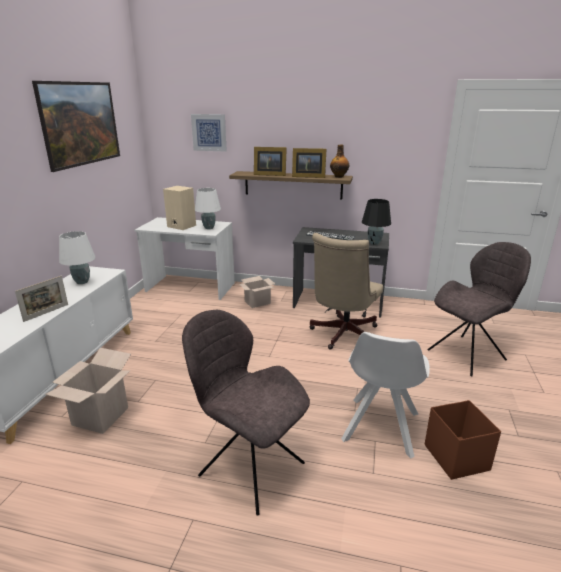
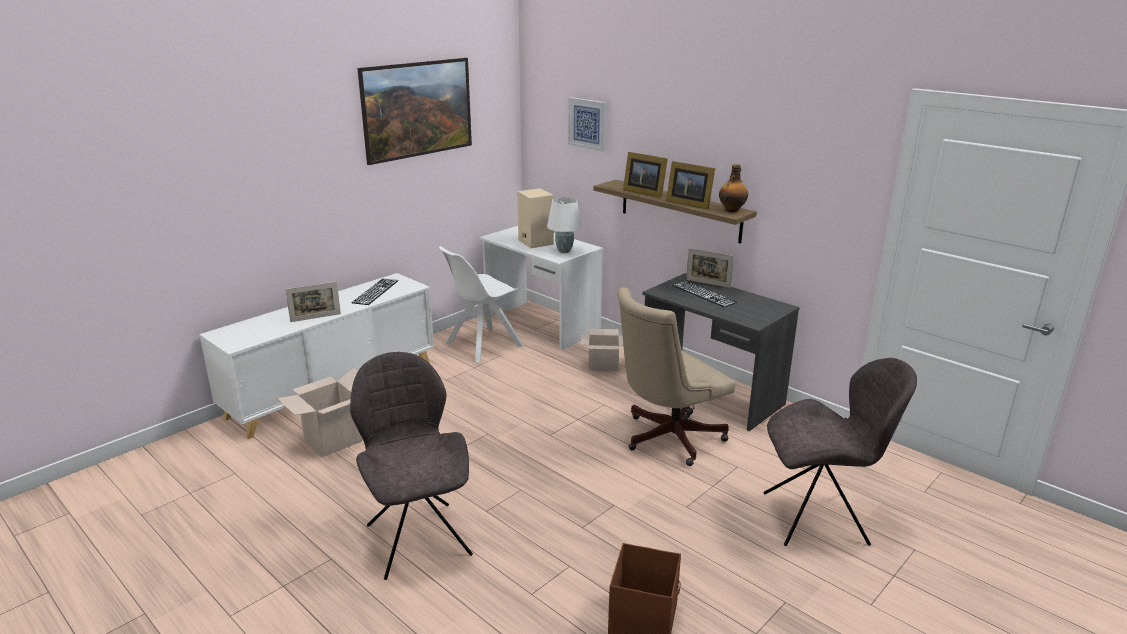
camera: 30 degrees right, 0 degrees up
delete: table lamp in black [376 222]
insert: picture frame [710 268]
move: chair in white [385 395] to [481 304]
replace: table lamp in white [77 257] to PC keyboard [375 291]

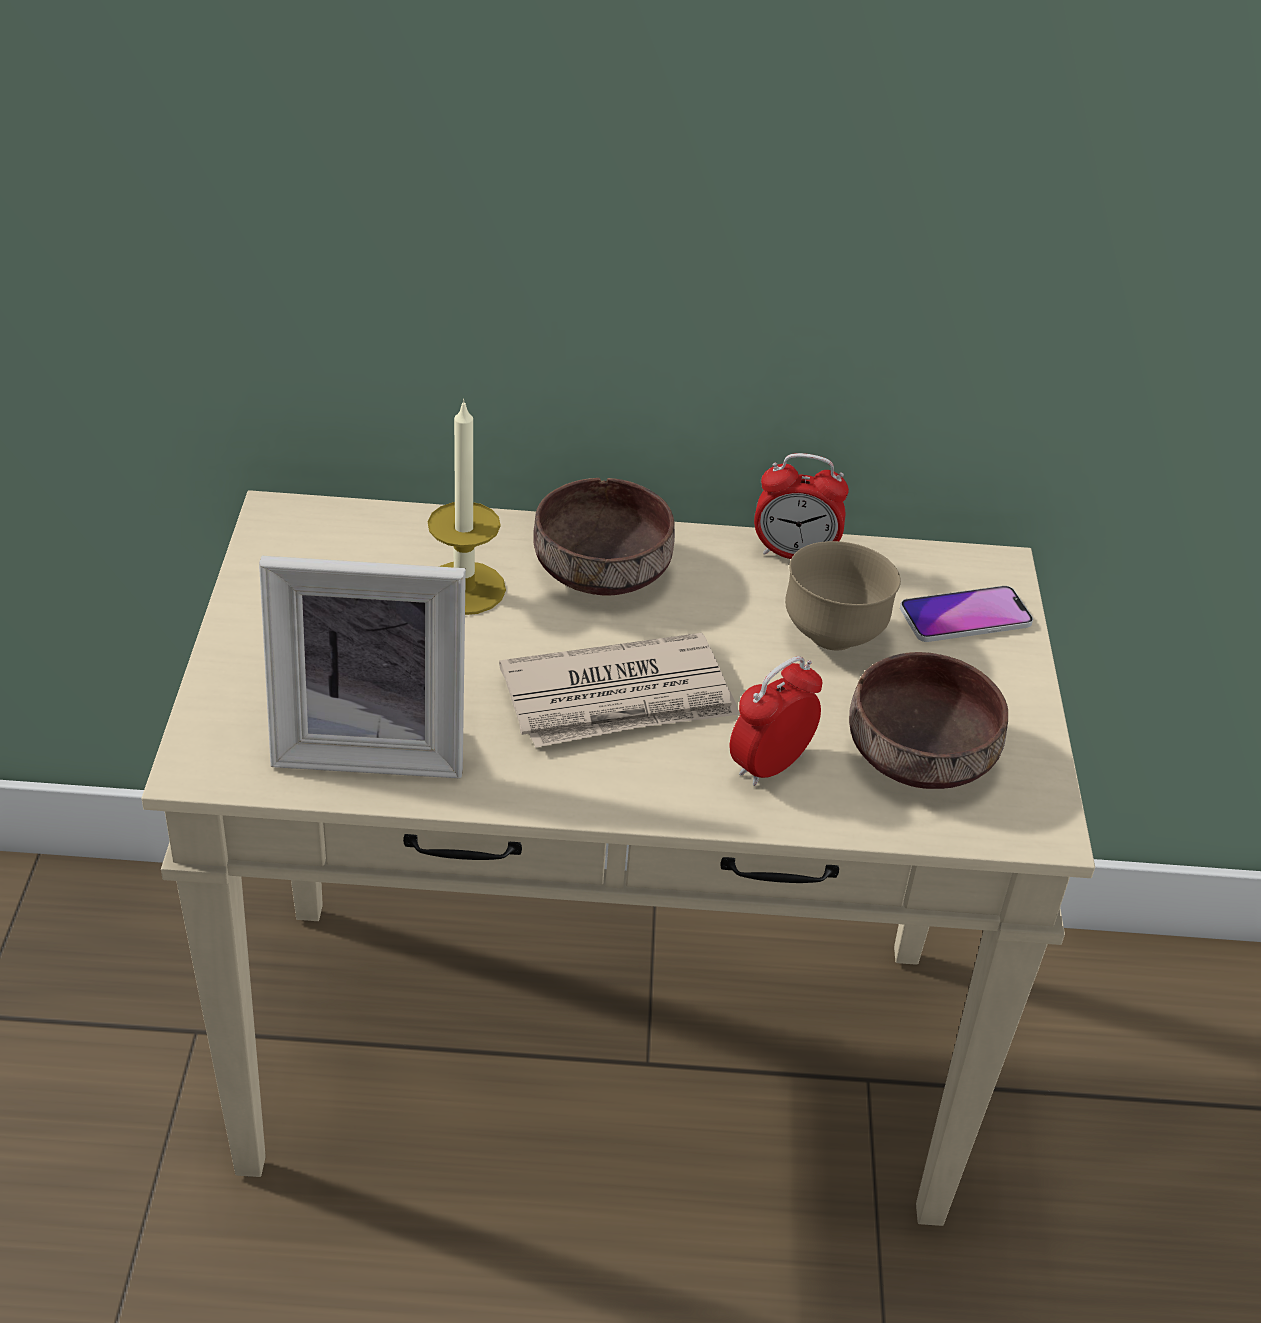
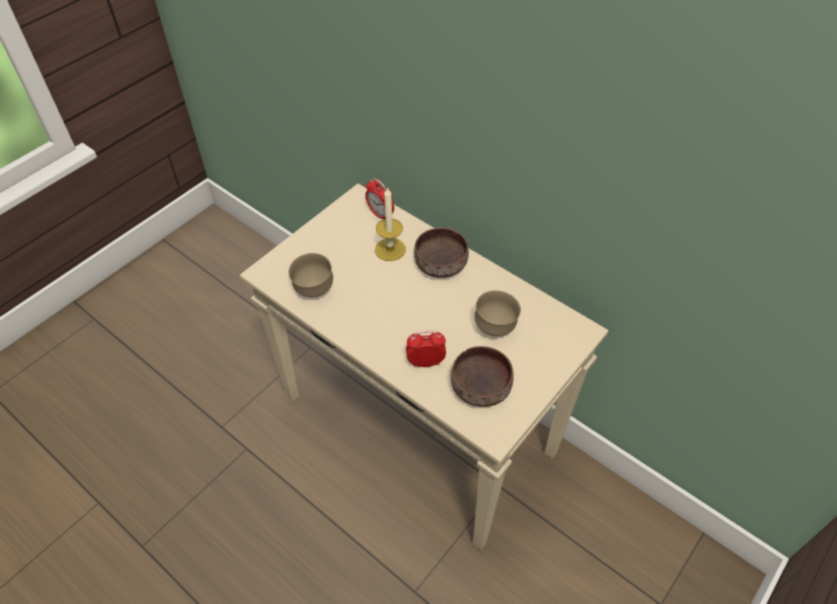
camera: 40 degrees right, 10 degrees up
delete: handset [966 614]; newspaper [619 690]
move: alarm clock [801 506] to [379 198]
replace: picture frame [362 667] to serving bowl in brown-coloured [310 275]

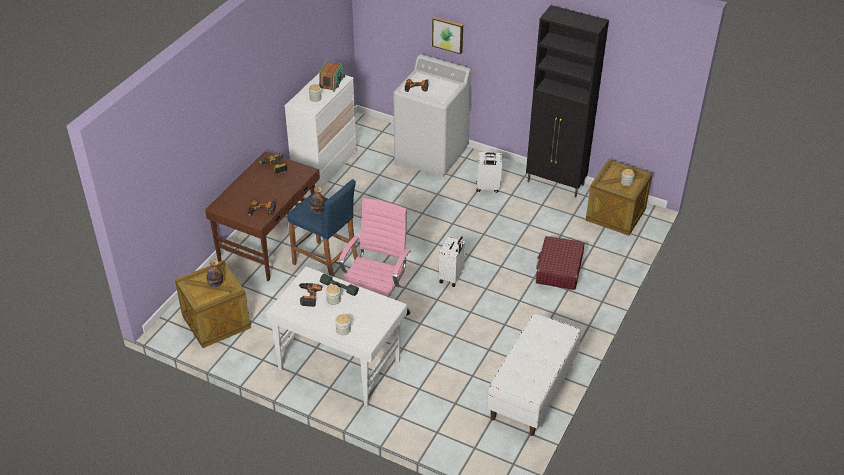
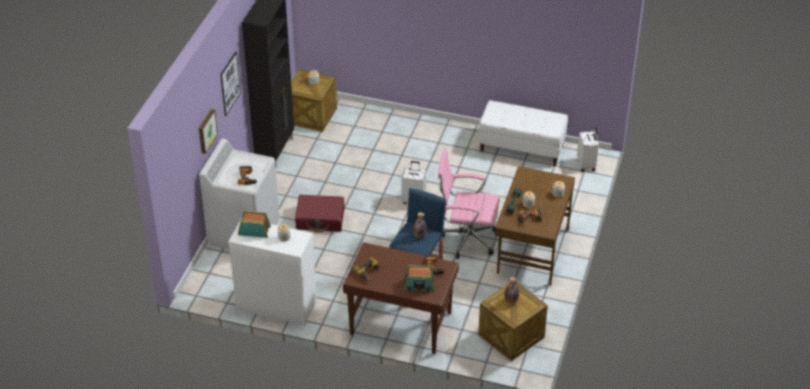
camera: 100 degrees left, 0 degrees up
insert: wall picture [231 84]; radio set [419 278]
move: travel case in white [489 172] to [588 149]; travel case in red-coloured [560 263] to [320 213]
recolor: desk in white [336 337] to desk in brown-coloured [535 225]

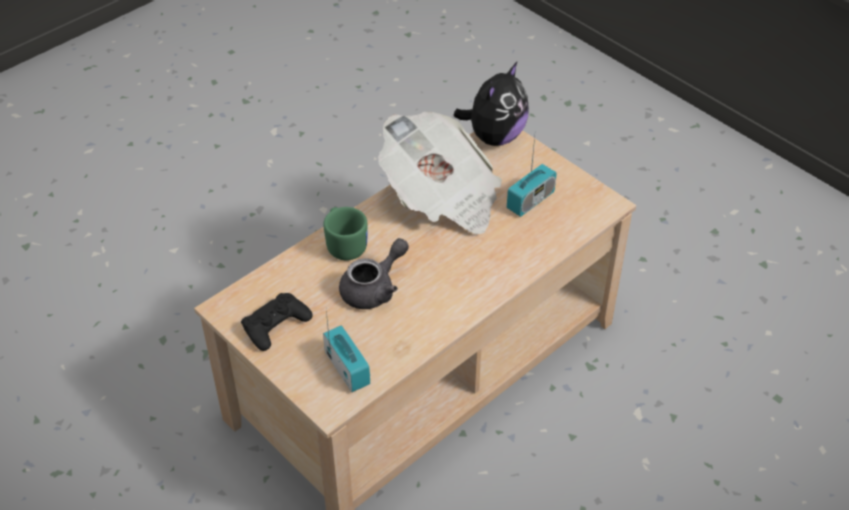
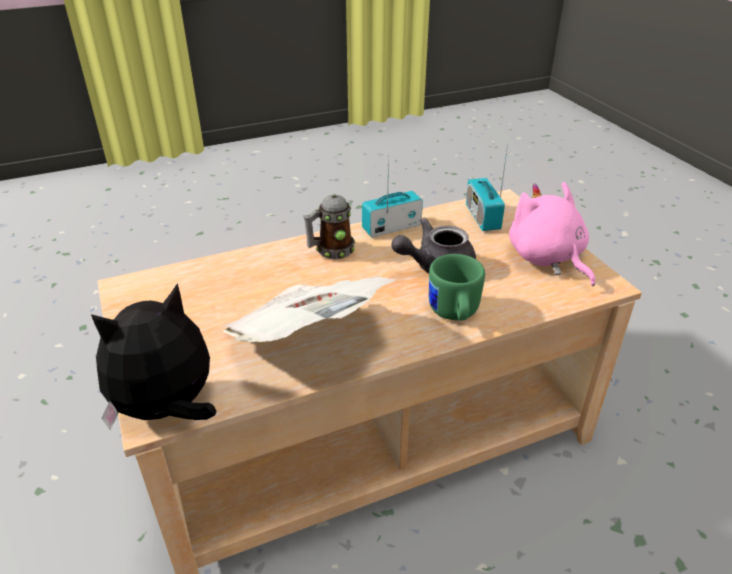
camera: 160 degrees left, 10 degrees down
insert: coffee mug [329 226]
move: radio set [532 177] to [392 196]
replace: joypad in black [277 322] to soft toy in pinkish [552 234]

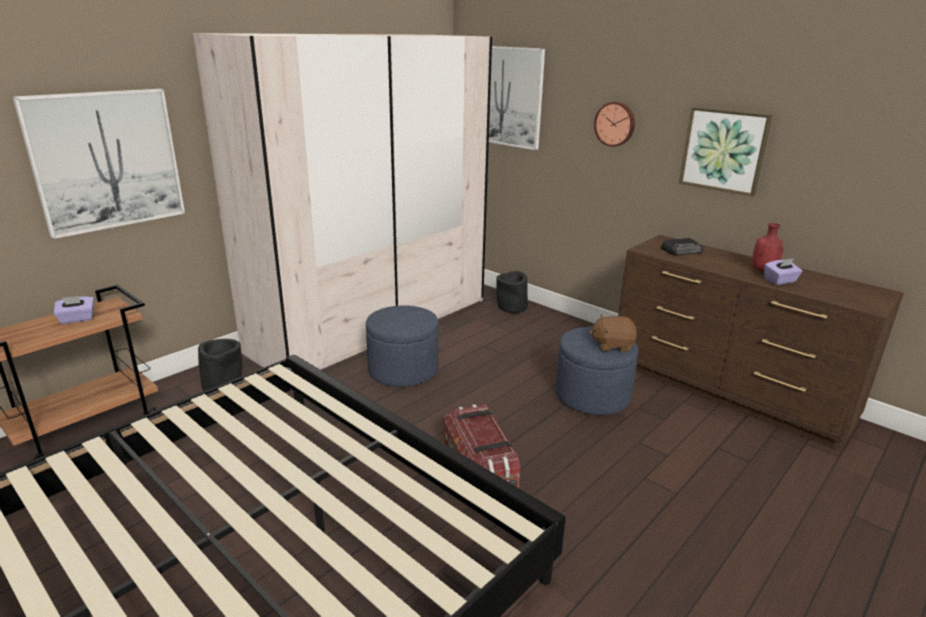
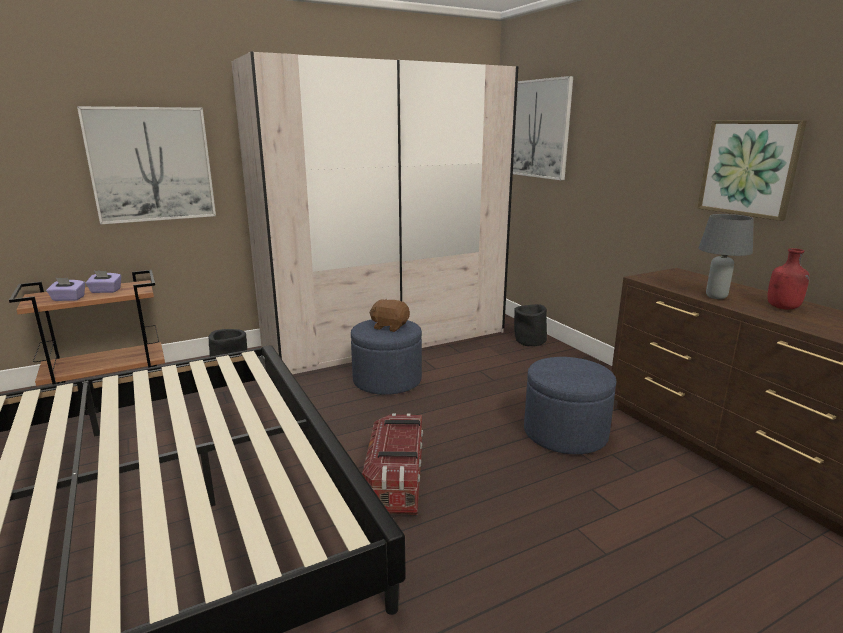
camera: 20 degrees right, 5 degrees down
delete: clock on the wall [614 124]; radio set [682 246]
insert: table lamp in gray [726 256]
move: tissue box in purple [783 271] to [65 289]; soft toy in brown-coloured [613 333] to [389 315]

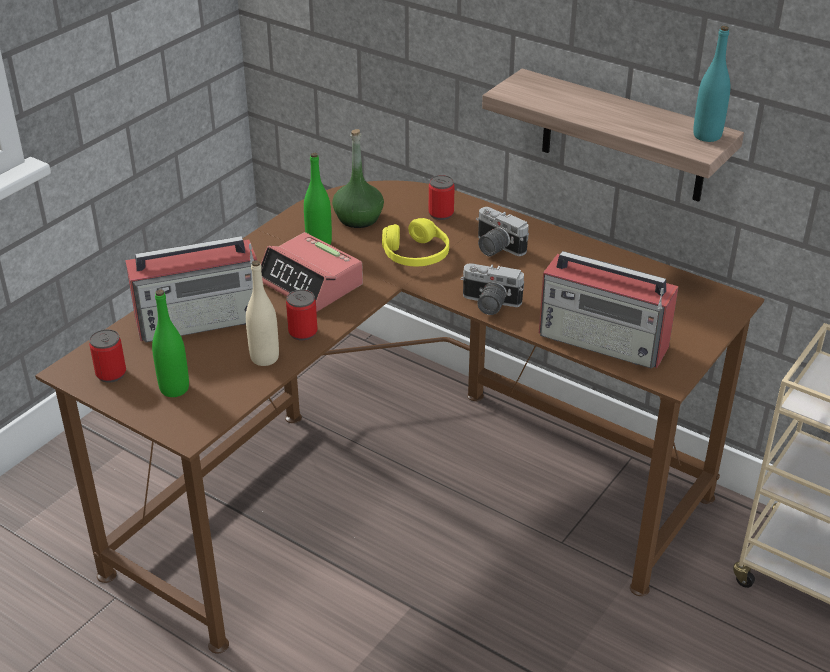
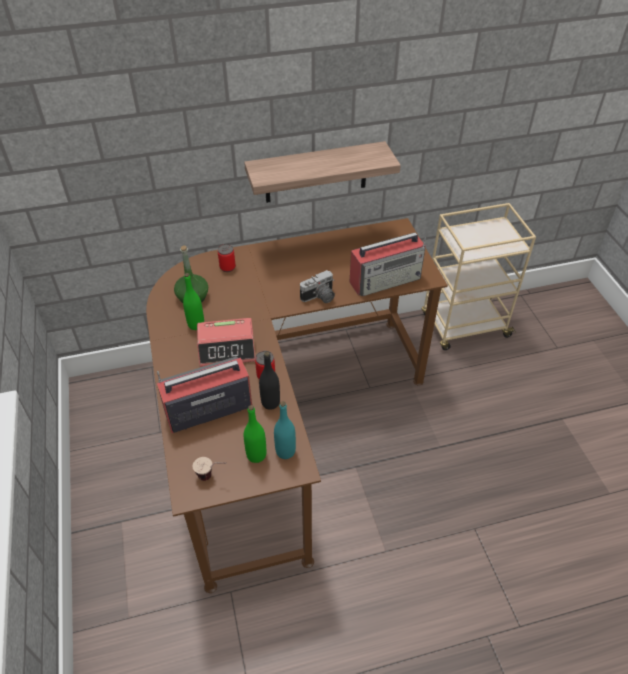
camera: 50 degrees left, 10 degrees up
delete: still camera [502 231]; headset in yellowish [415 242]
move: bottle in turquoise-coloured [712 84] to [285 430]
replace: sealed can [107 356] to cup [209 469]
recolor: bottle in beige [262 313] to bottle in black [269 381]
rotate: radio set [191 289] = [204 394] 135 degrees counterclockwise

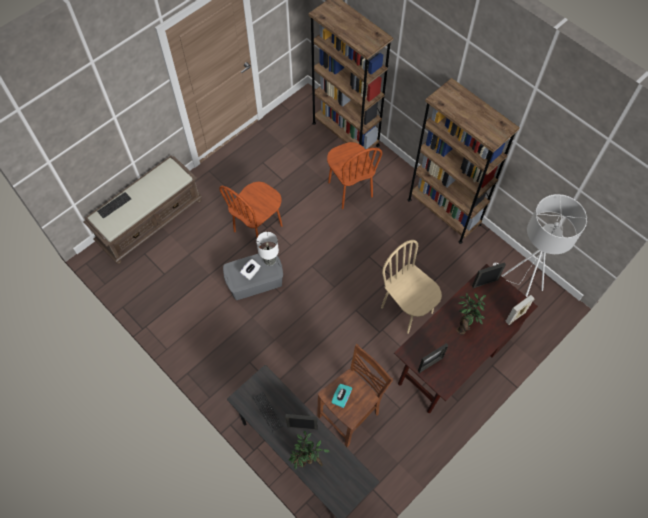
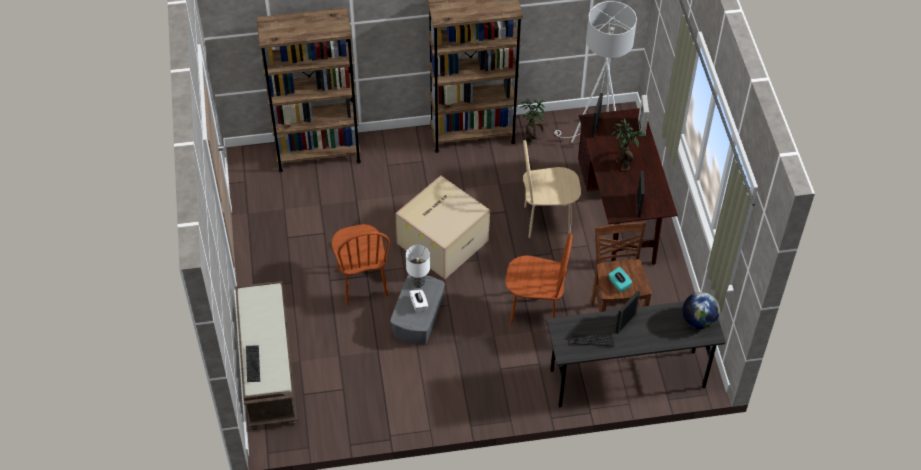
camera: 55 degrees left, 10 degrees down
insert: packing box [442 227]; world globe [701 310]
move: chair in brown-coloured [354 175] to [539 278]; potted plant [309 450] to [532 121]

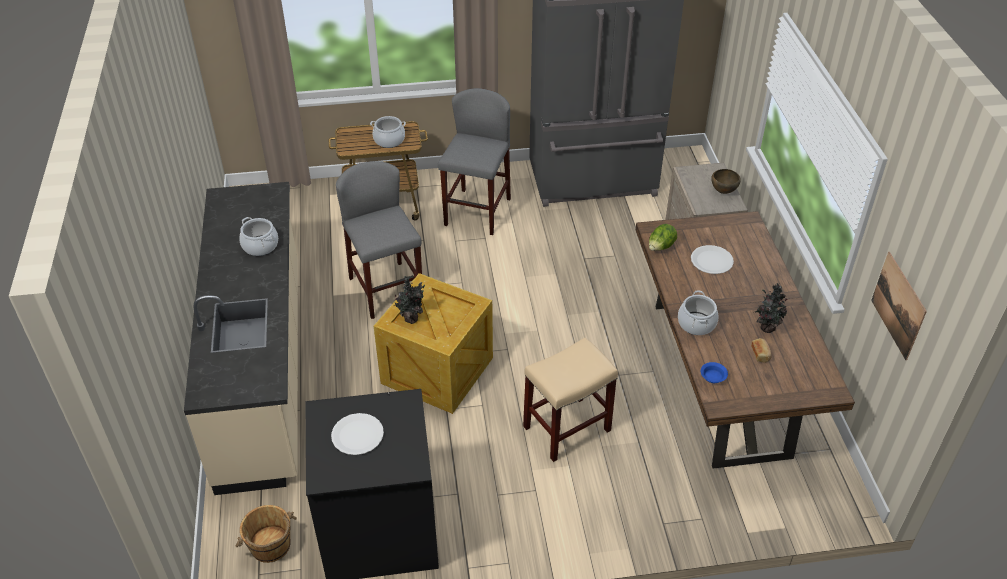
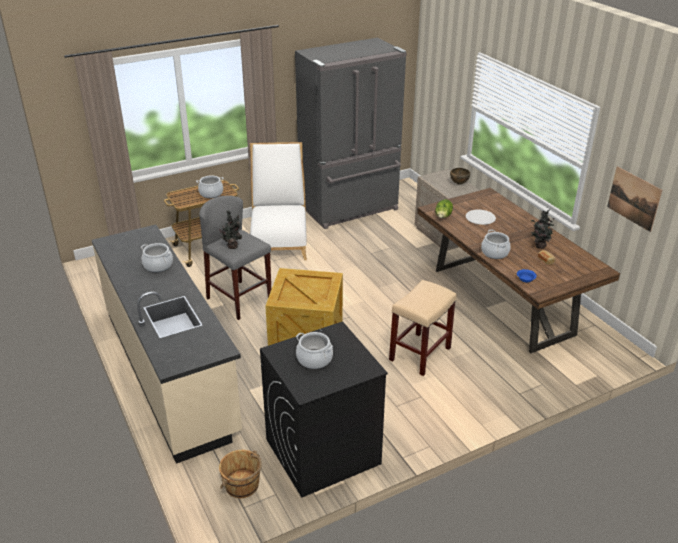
camera: 20 degrees left, 10 degrees down
move: potted plant [409 300] to [230 230]
replace: sitting stool in gray [474 161] to chair in white [278 202]; flat dish in white [357 434] to saucepot [314 350]

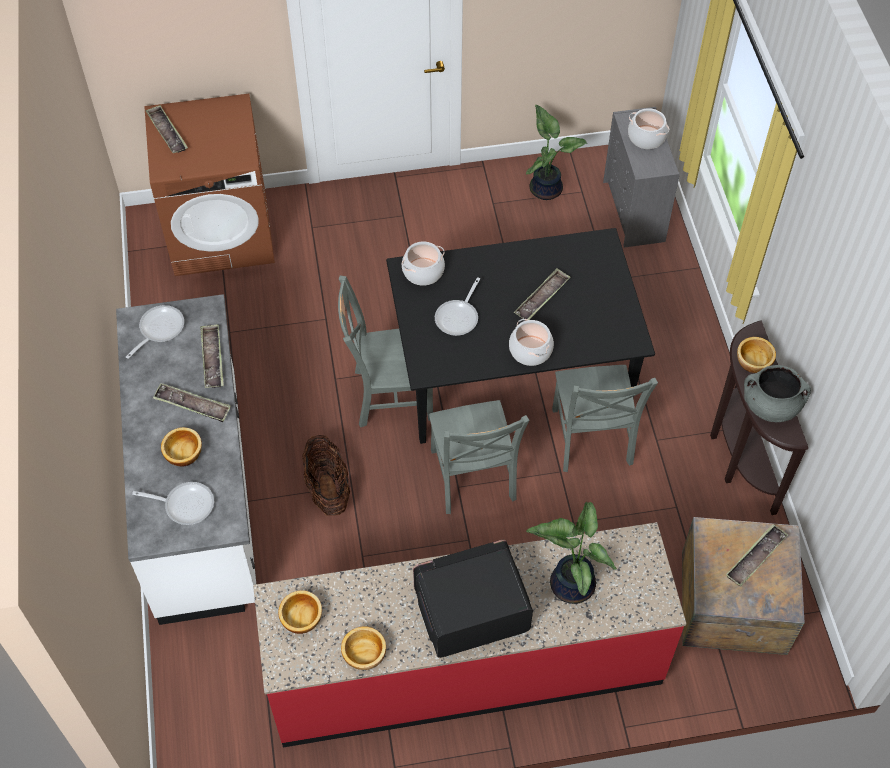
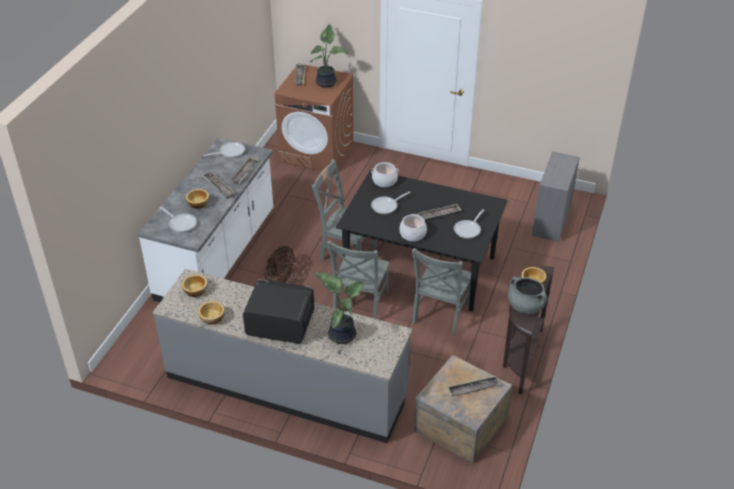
camera: 30 degrees right, 15 degrees down
delete: saucepot [648 128]
insert: pan [469 224]
move: potted plant [556 152] to [329 56]
recolor: kitchen base unit in red-coloured [470 634] to kitchen base unit in gray [283 356]

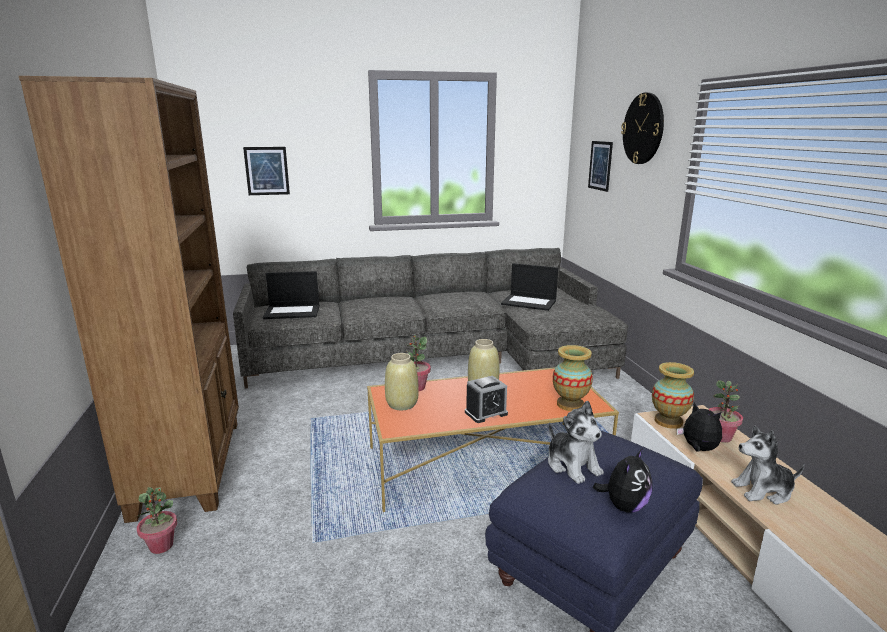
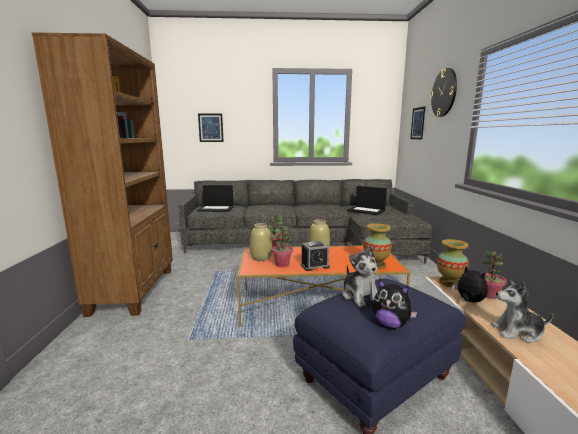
camera: 10 degrees right, 5 degrees down
move: potted plant [156 520] to [282 246]
rotate: soft toy [622 480] = [395 303] 75 degrees clockwise

